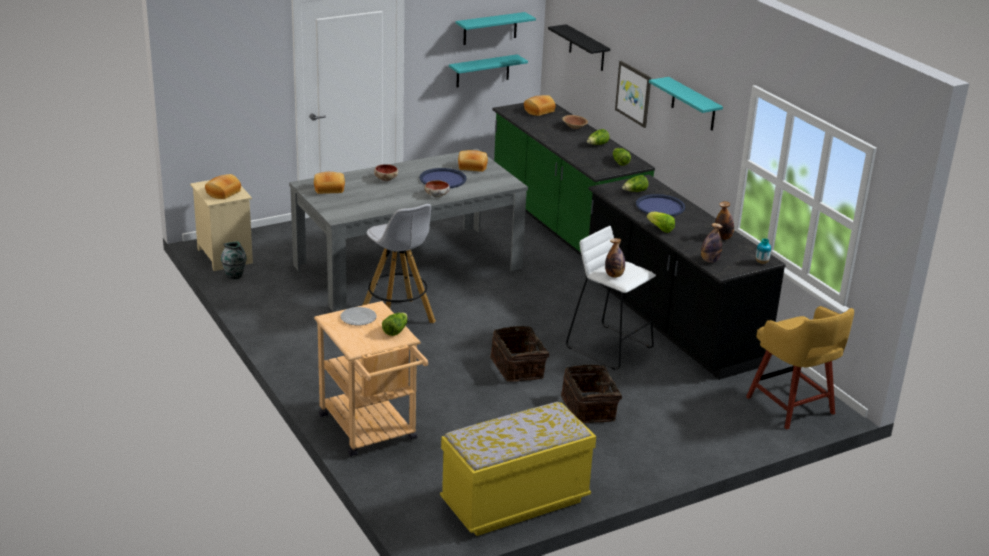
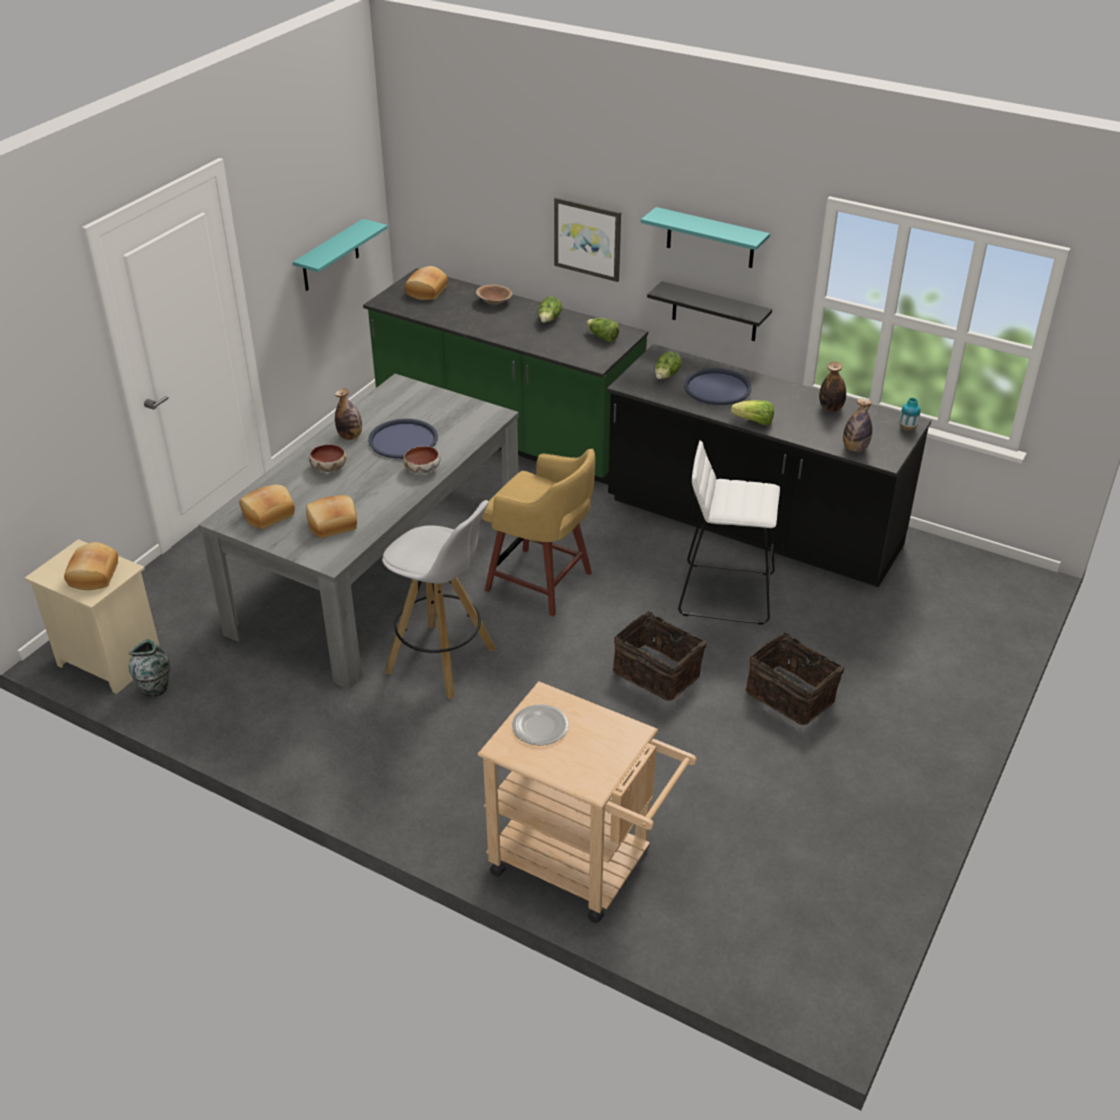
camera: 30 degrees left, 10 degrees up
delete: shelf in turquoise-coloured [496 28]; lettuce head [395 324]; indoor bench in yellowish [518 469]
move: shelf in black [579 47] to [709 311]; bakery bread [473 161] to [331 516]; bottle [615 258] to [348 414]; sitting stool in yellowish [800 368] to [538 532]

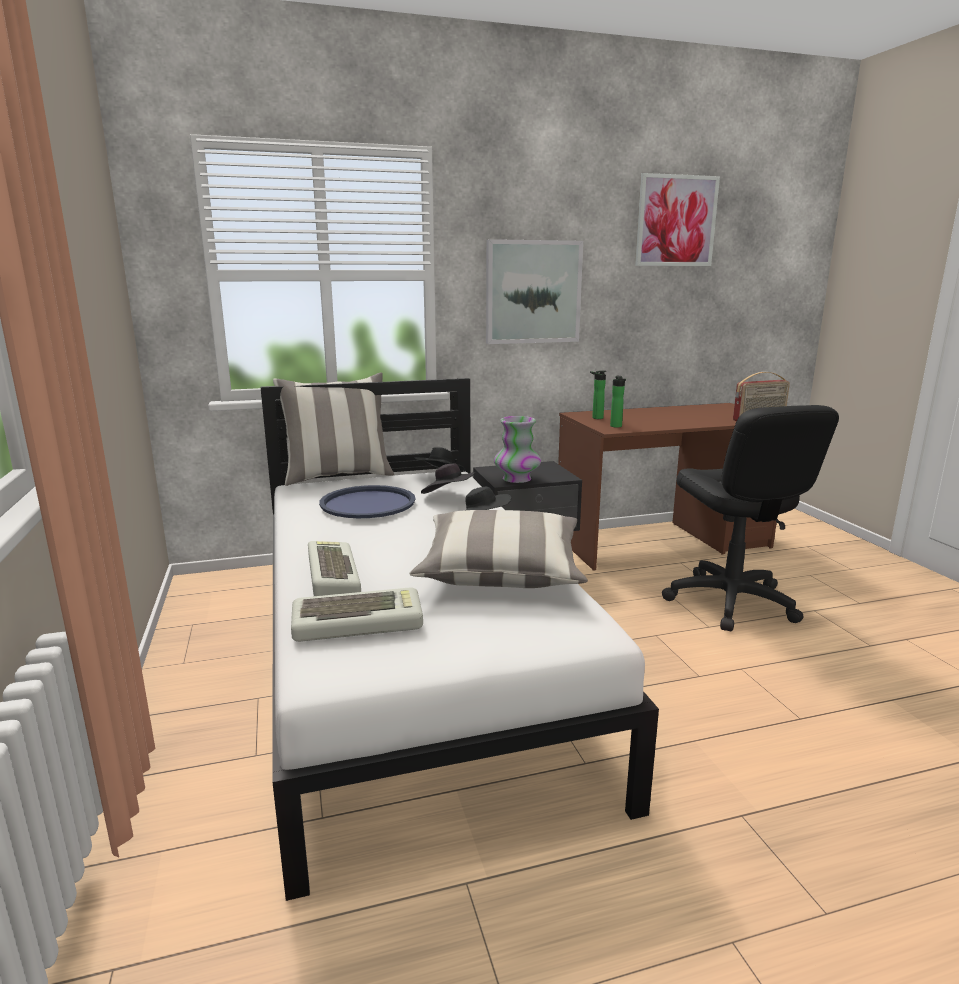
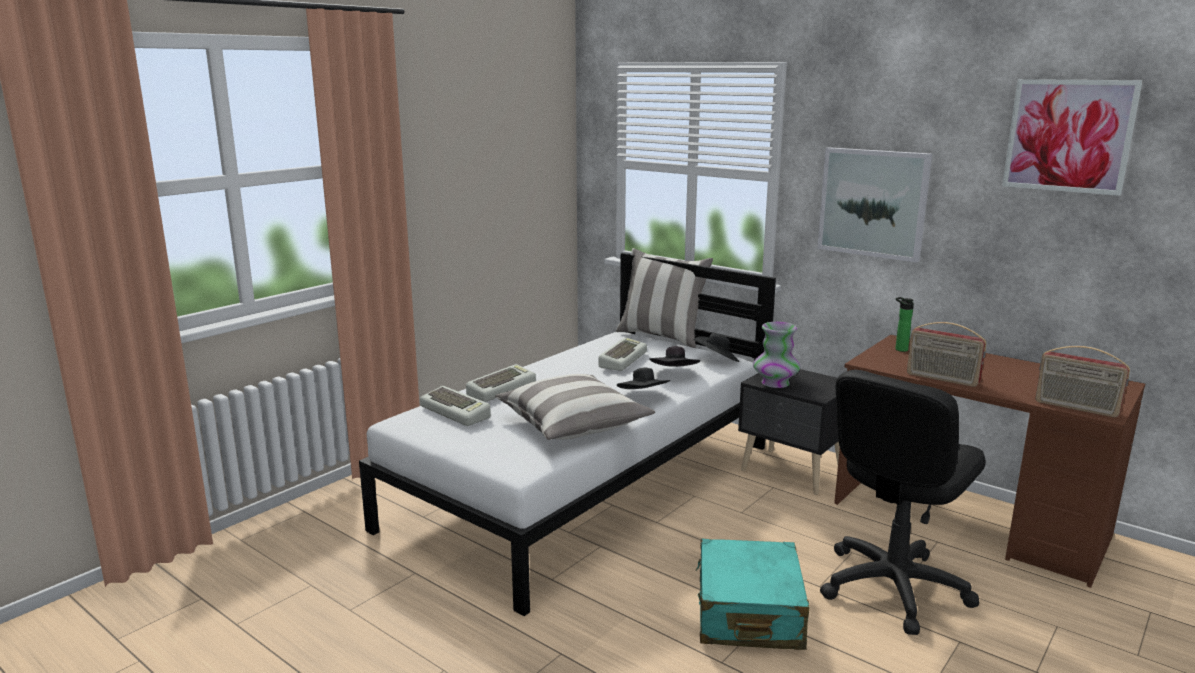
camera: 55 degrees right, 0 degrees up
delete: bottle [618 401]
insert: radio set [946 354]; travel case in turquoise-coloured [753 594]
replace: serving tray in blue-coloured [367 501] to PC keyboard [623 354]

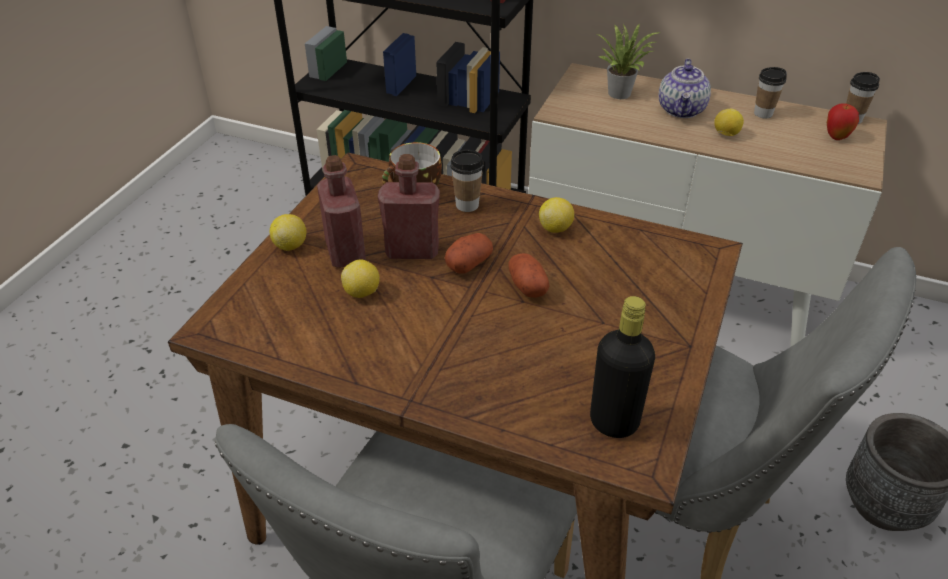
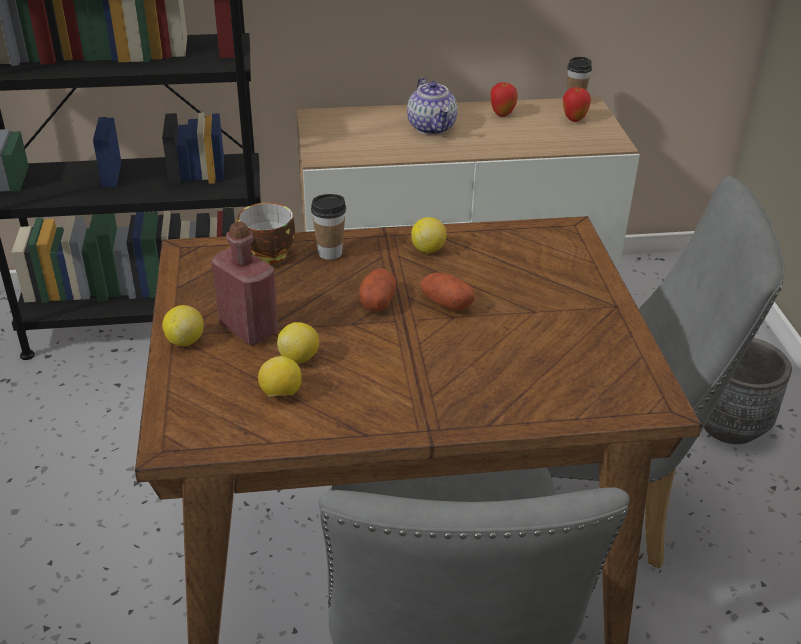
camera: 30 degrees left, 5 degrees down
delete: potted plant [629 61]; bottle in red-coloured [409 206]; bottle in black [622 367]
move: lemon [729 122] to [279 376]
replace: cup [770 93] to apple fruit [504 99]

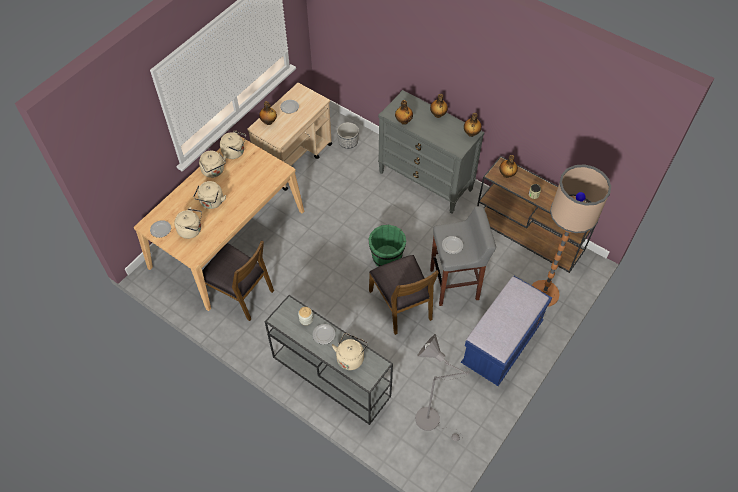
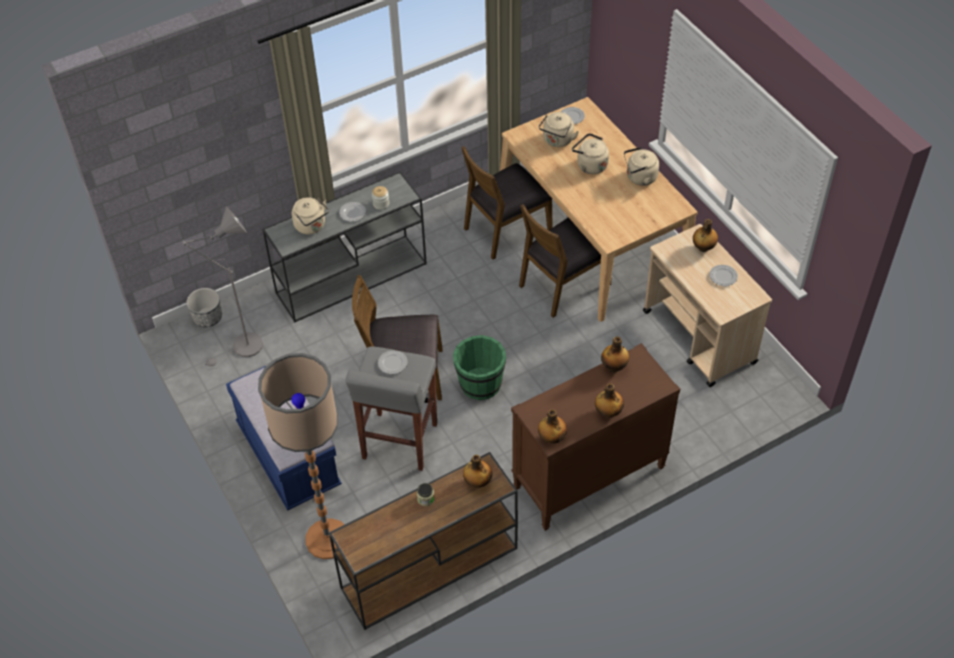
camera: 115 degrees right, 5 degrees down
delete: water kettle in beige [233 144]
insert: chair in brown-coloured [565 261]
move: planter [348 135] to [204 307]
recolor: chest of drawers in gray [431 152] to chest of drawers in brown-coloured [595 437]

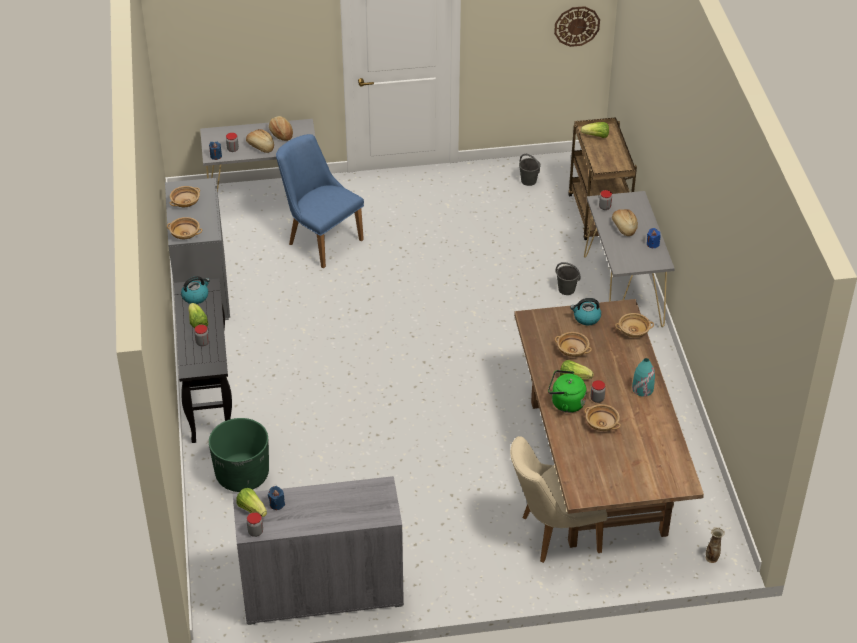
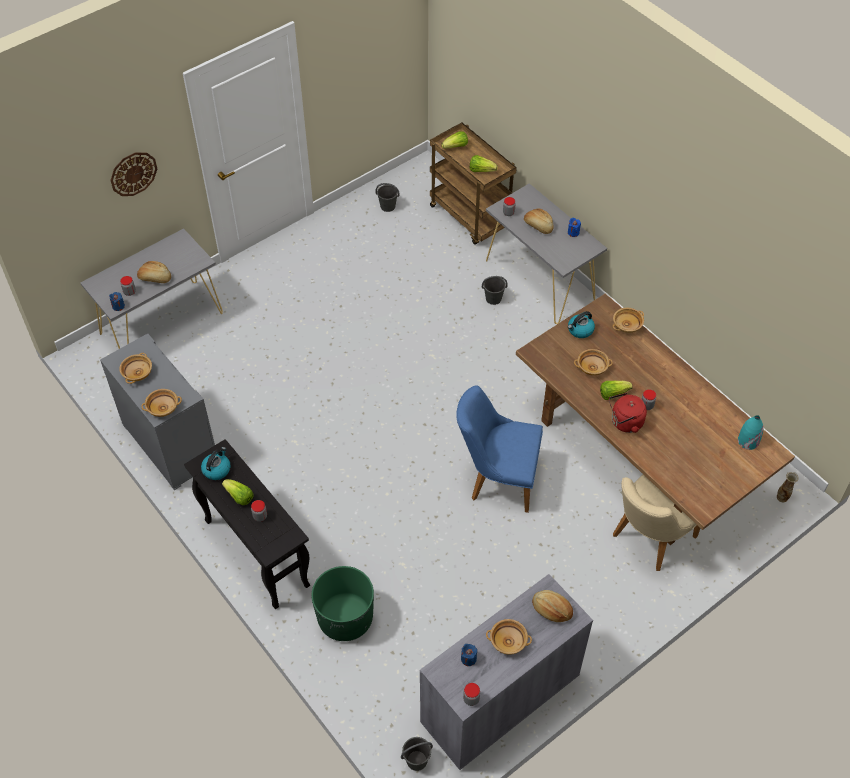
camera: 30 degrees left, 10 degrees up
insert: pail in gray [417 754]
move: clock on the wall [577 26] to [133 174]; bakery bread [281 128] to [552 606]; chair in blue-coloured [320 201] to [499 449]; flower vase in turquoise-coloured [643 377] to [751 432]; serving bowl in beige [602 417] to [509 637]; lettuce head [251 502] to [484 163]
recolor: water kettle in green [567 391] to water kettle in red-coloured [628 413]

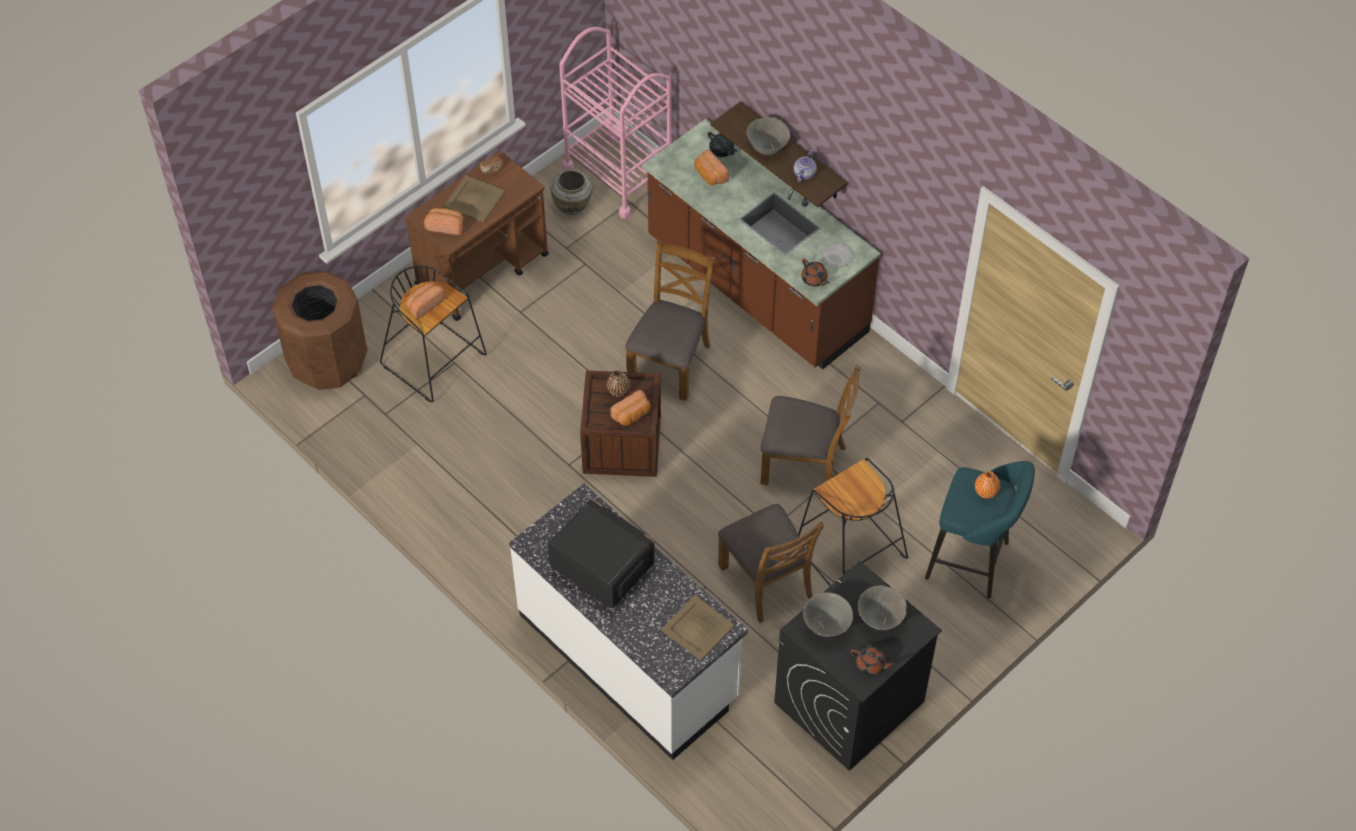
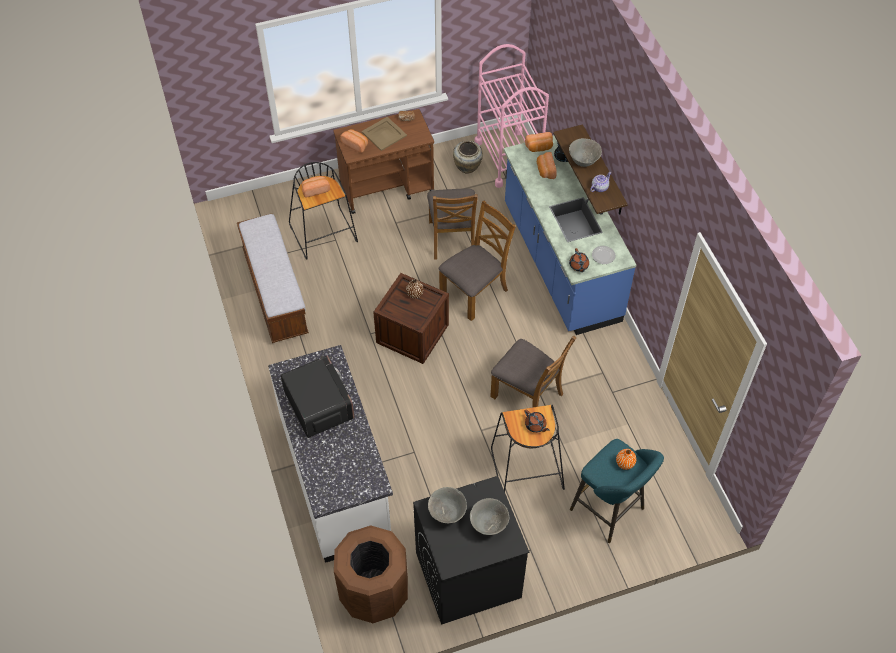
camera: 25 degrees right, 0 degrees up
delete: serving tray in beige [698 628]
insert: indoor bench [273 278]
move: waste bin in brown-coloured [319 330] to [371 574]; bakery bread [630 408] to [539 142]; chair in brown-coloured [771 563] to [452 224]; tea pot in brown-coloured [873 660] to [536 421]
recolor: kitchen base unit in brown-coloured [761 244] to kitchen base unit in blue-coloured [570 235]

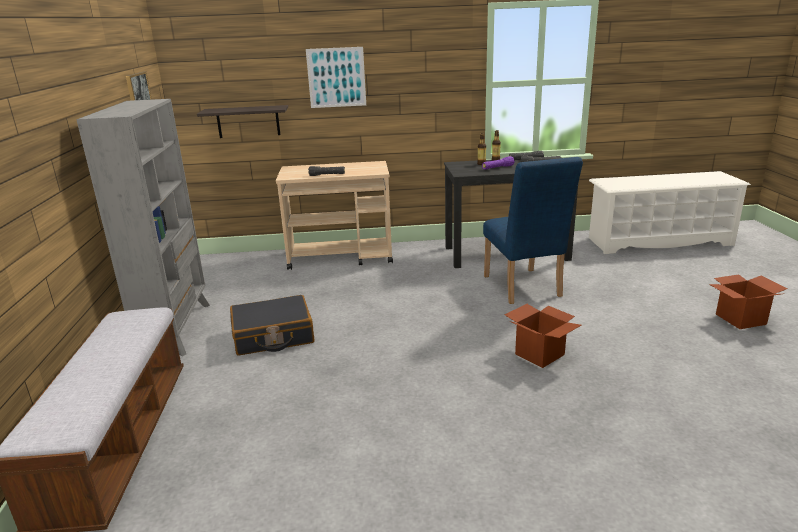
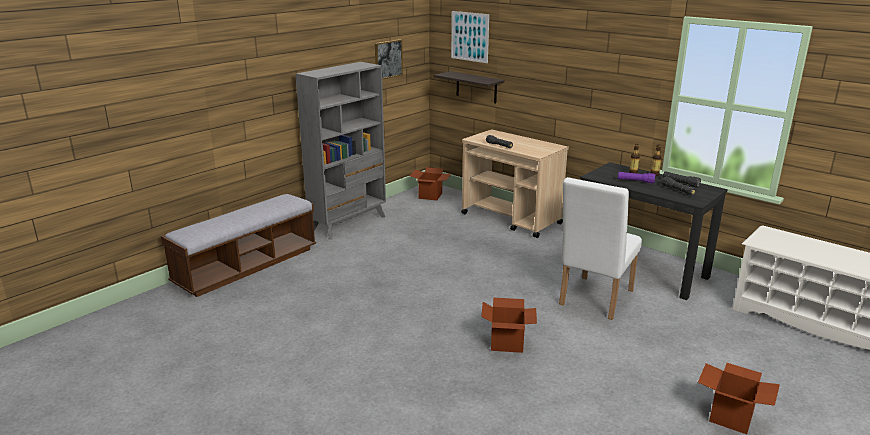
camera: 45 degrees right, 0 degrees up
delete: travel case in black [272 325]
insert: packing box [430 184]
move: wall picture [336 77] to [470 37]
recolor: chair in blue-coloured [533 230] to chair in white [600 248]

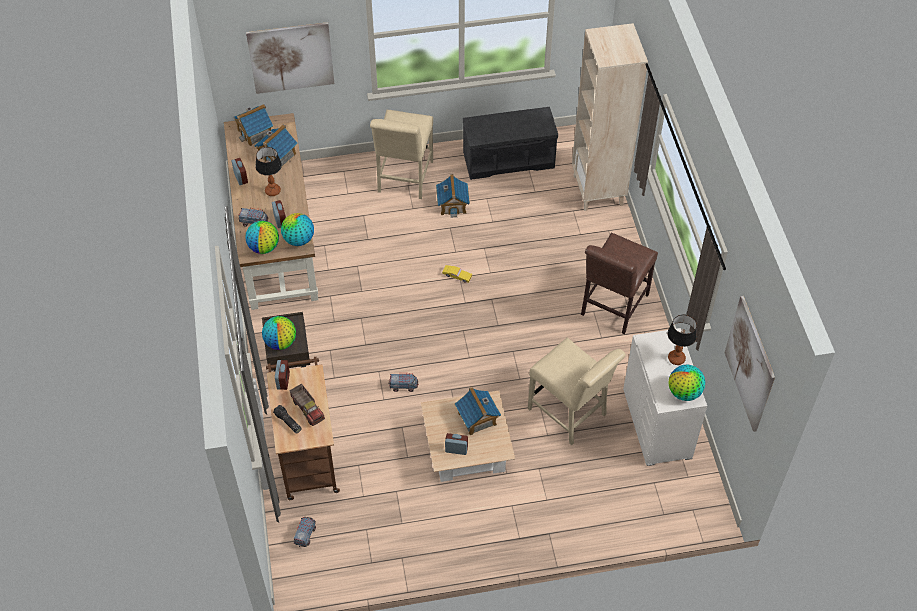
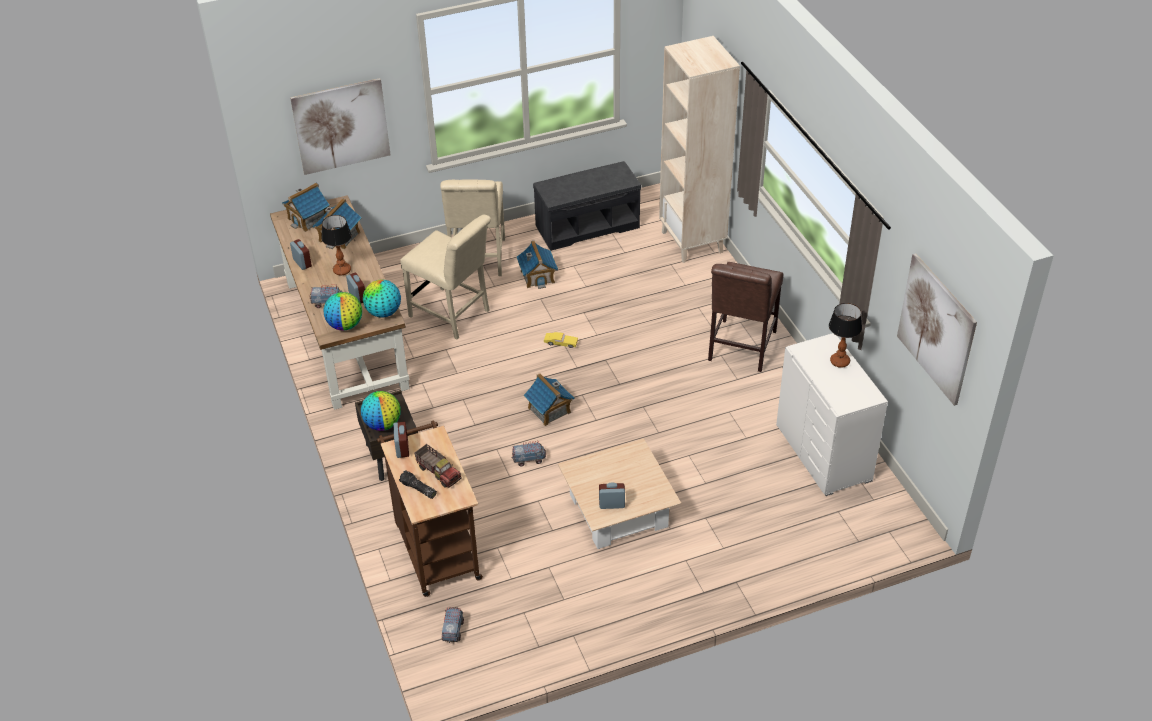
camera: 10 degrees left, 10 degrees down
delete: world globe [687 383]
move: chair in beige [577 391] to [445 277]; model house [478 411] to [549 399]

